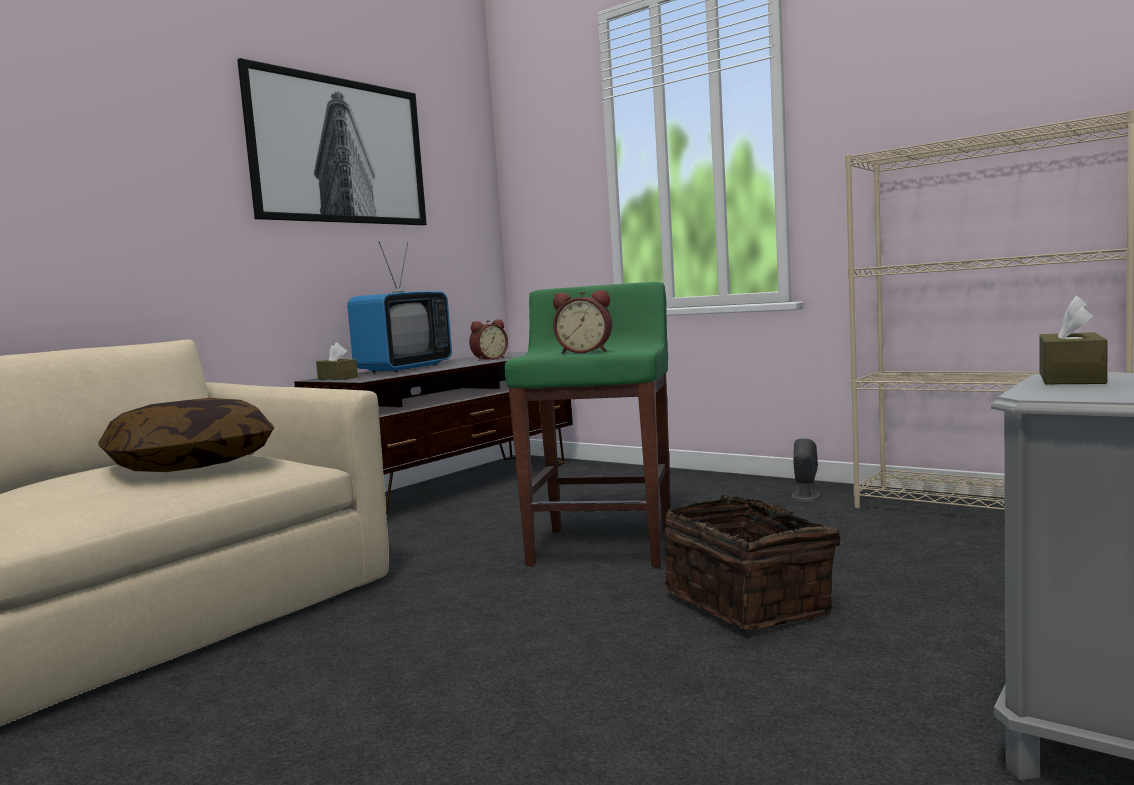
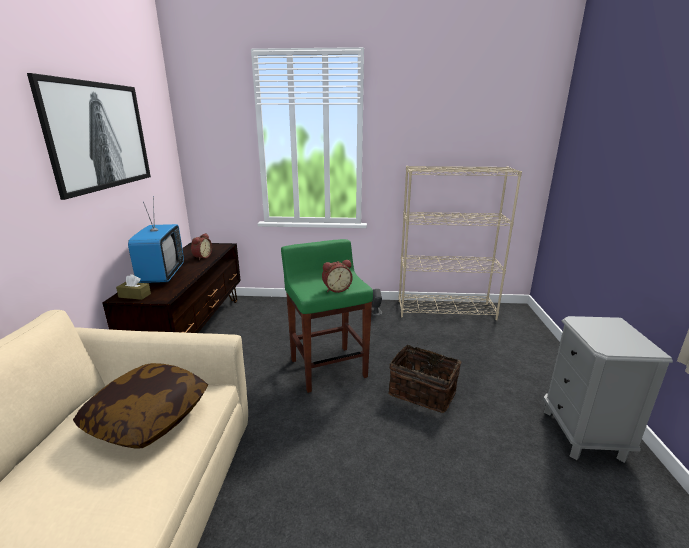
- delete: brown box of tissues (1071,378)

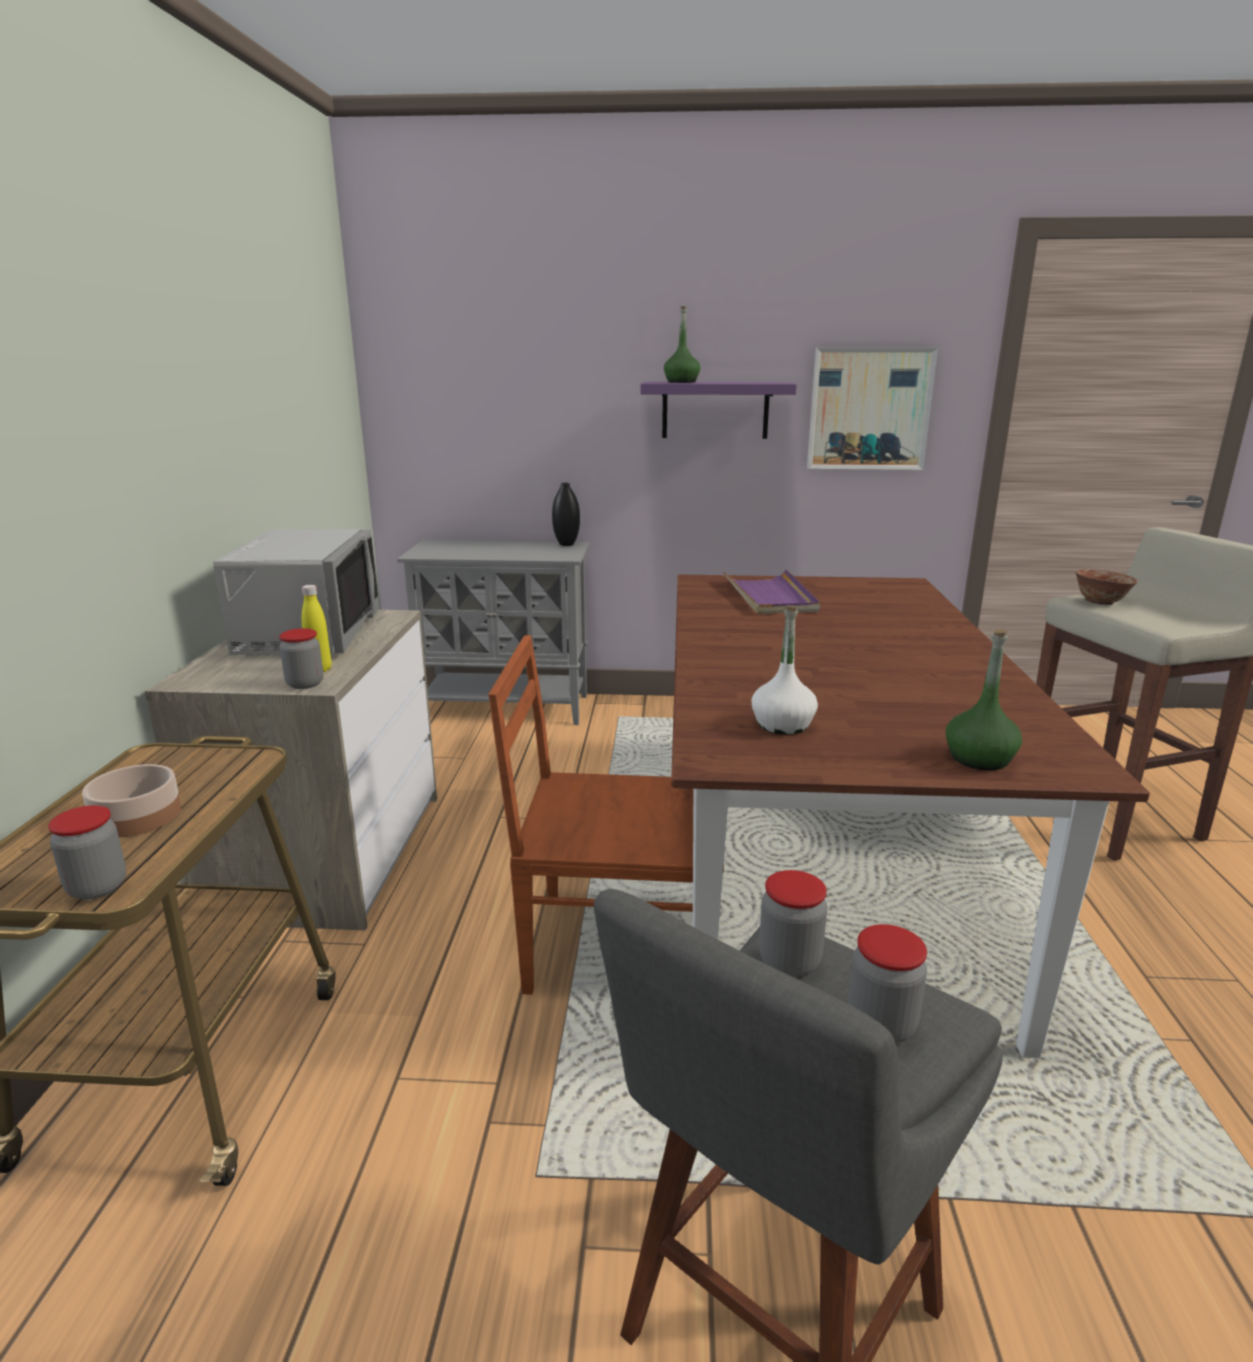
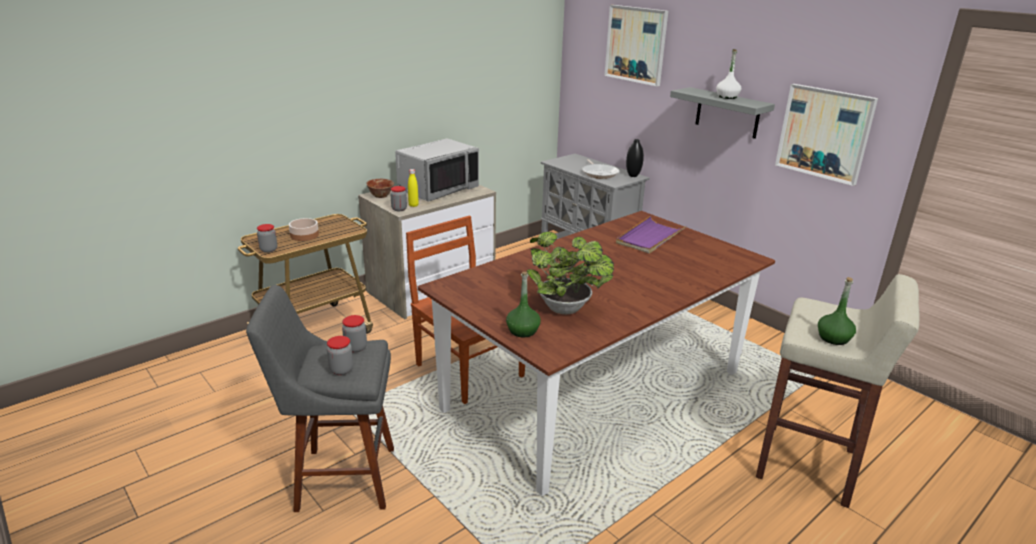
- recolor: purple bracket shelf (715,410) to grey bracket shelf (727,113)
- move: green-coloured bottle (681,382) to (833,338)
- move: whitish bottle (782,725) to (727,97)
- move: bowl (1100,602) to (381,196)
- insert: houseplant (567,310)
- insert: pan (599,173)
- insert: wall art (636,44)

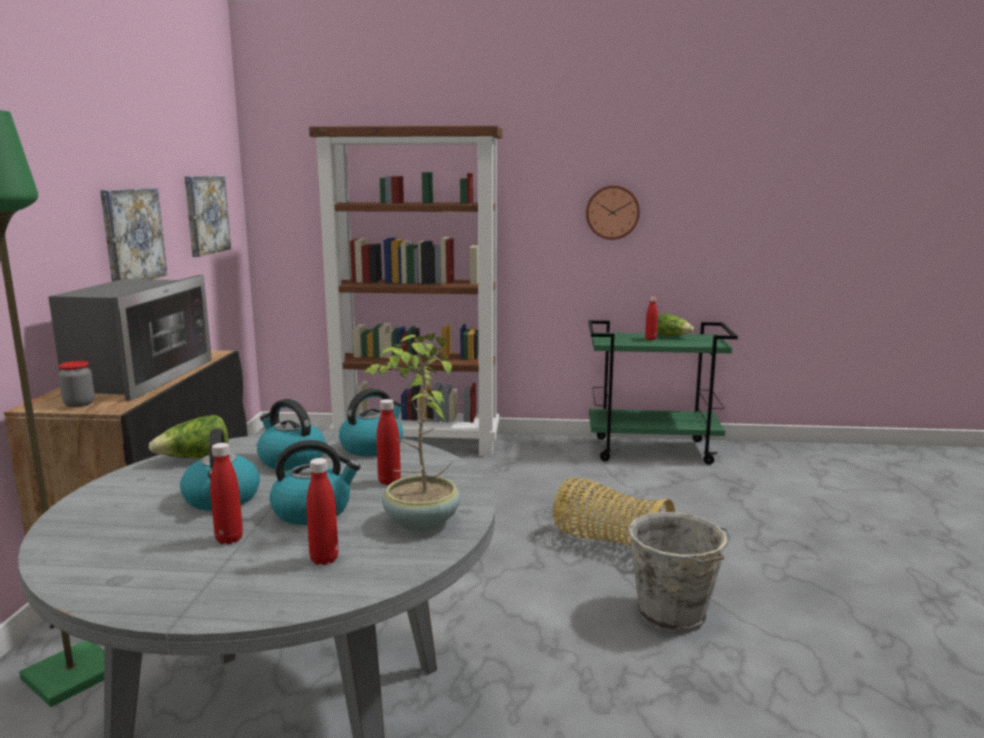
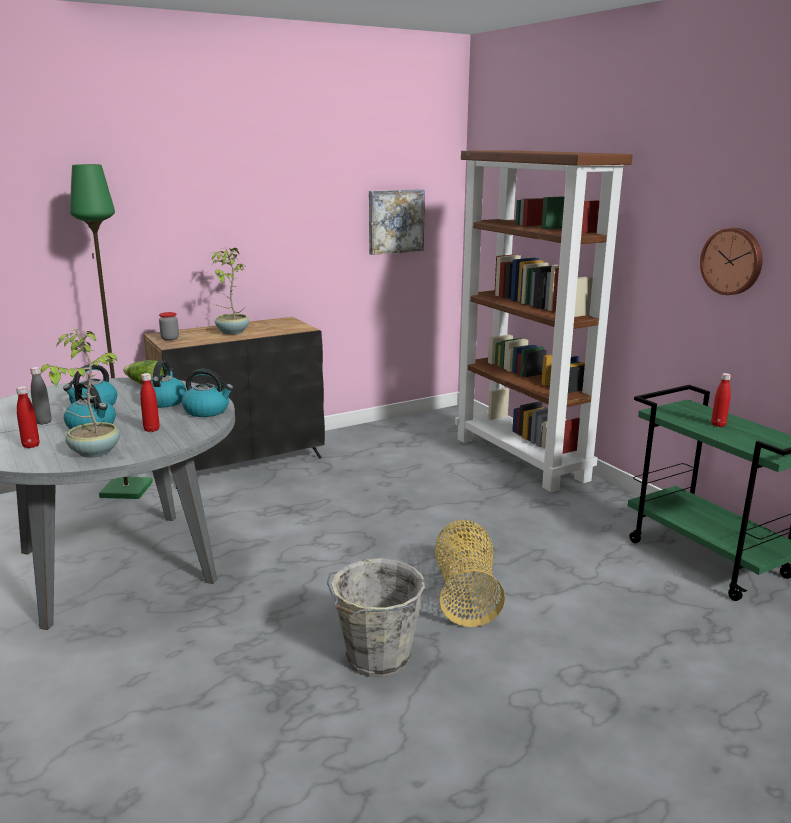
- replace: microwave oven (139,377) to houseplant (231,332)
- delete: wall art (132,235)
- recolor: red bottle (229,539) to grey bottle (43,422)
- delete: head of lettuce (672,336)

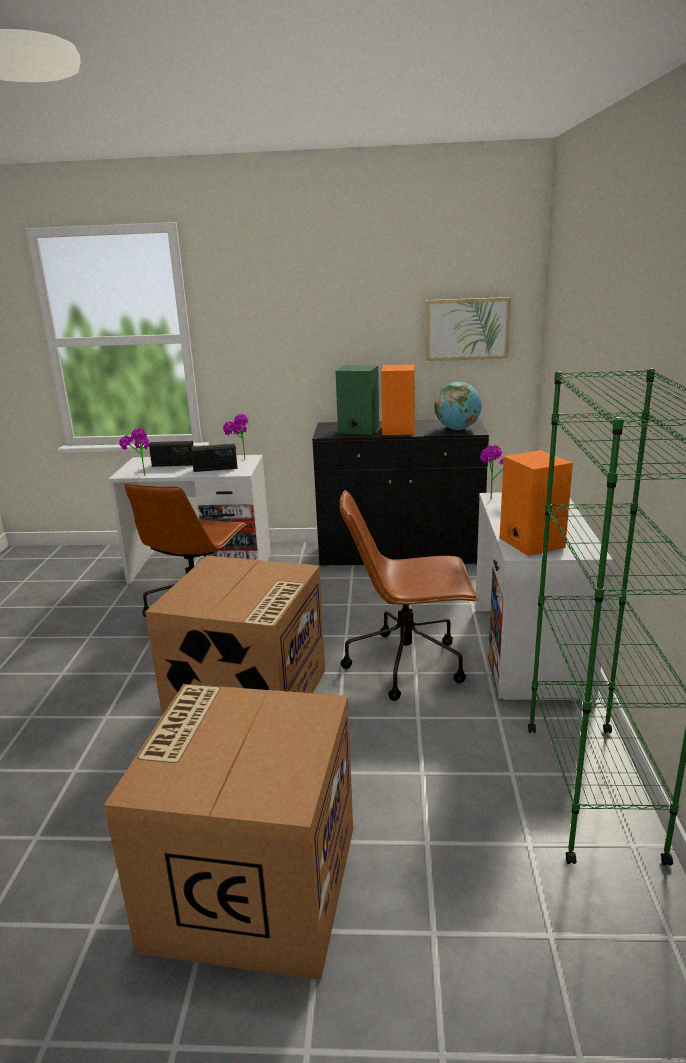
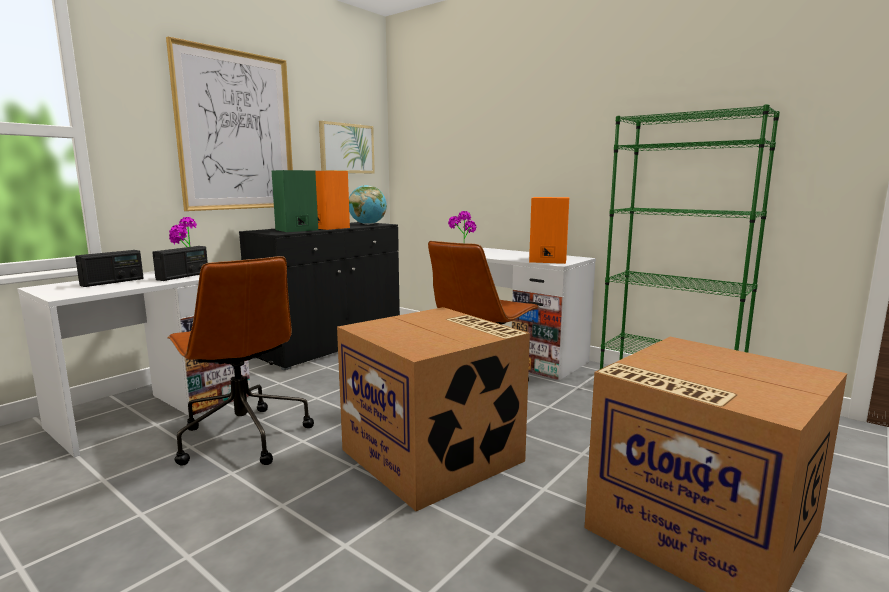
- delete: houseplant (140,475)
- insert: wall art (236,131)

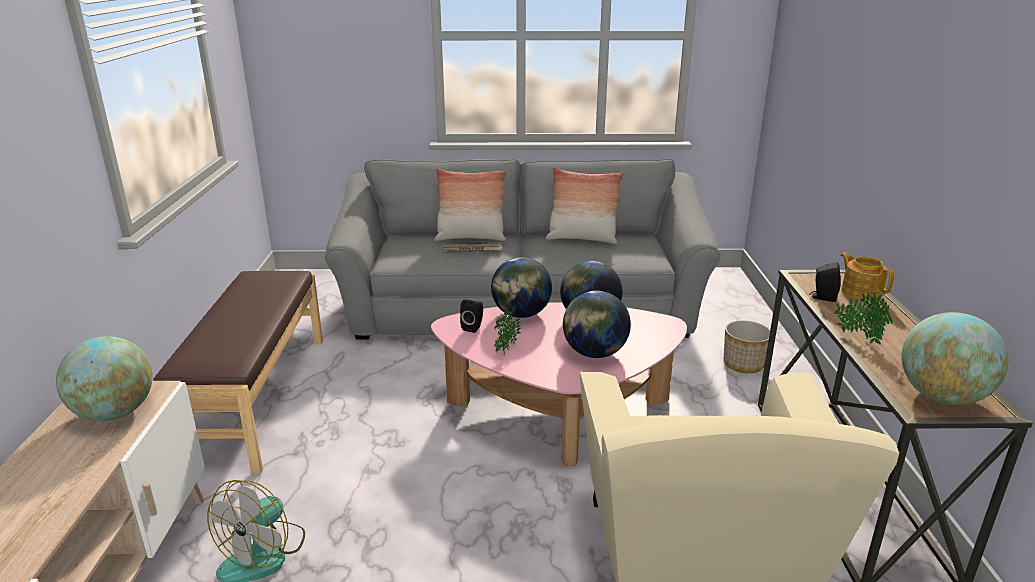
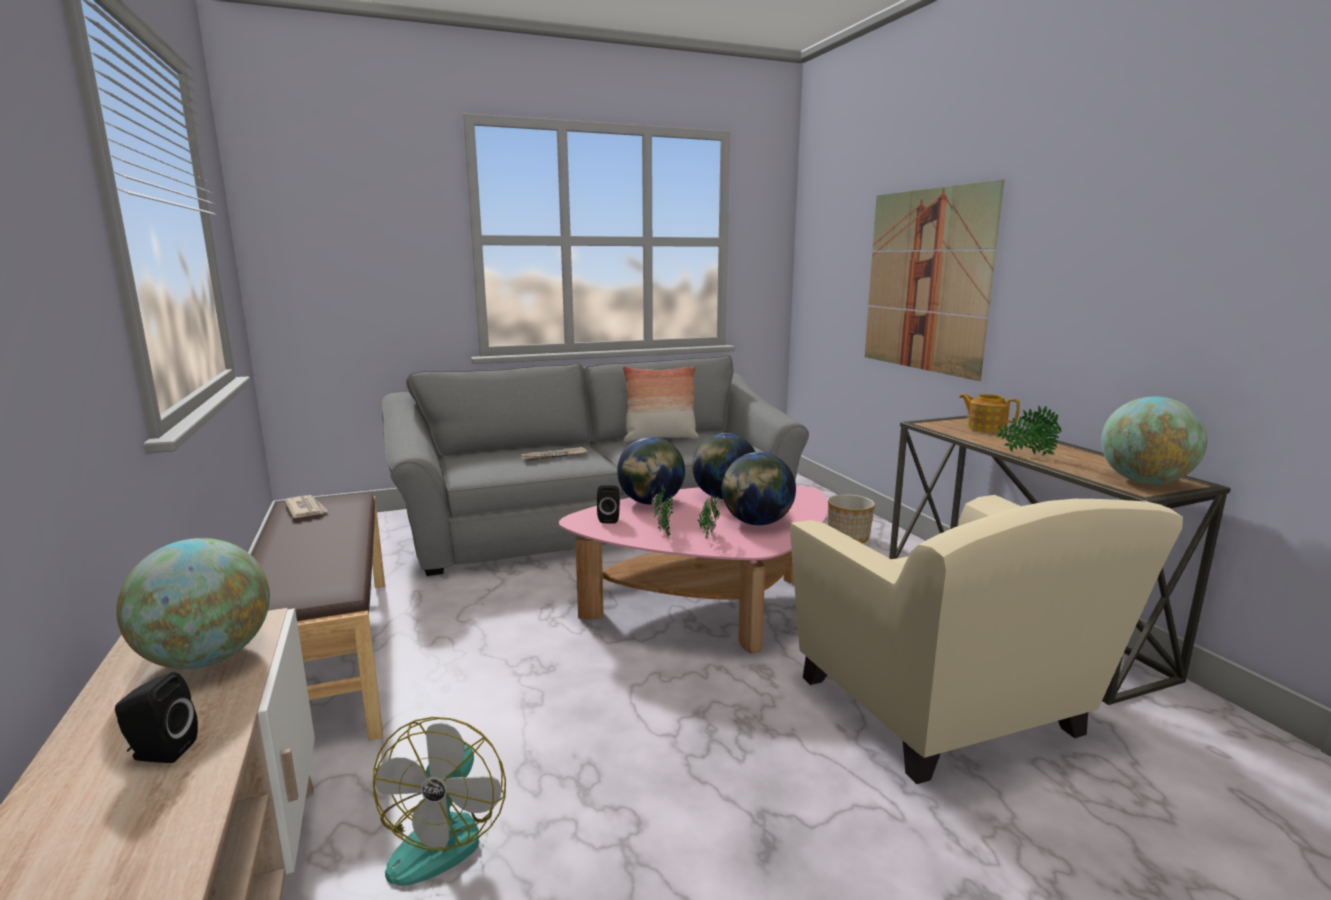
- delete: cushion (470,238)
- move: blackish speaker (822,297) to (159,752)
- insert: daily paper (306,509)
- insert: houseplant (707,535)
- insert: wall art (925,280)

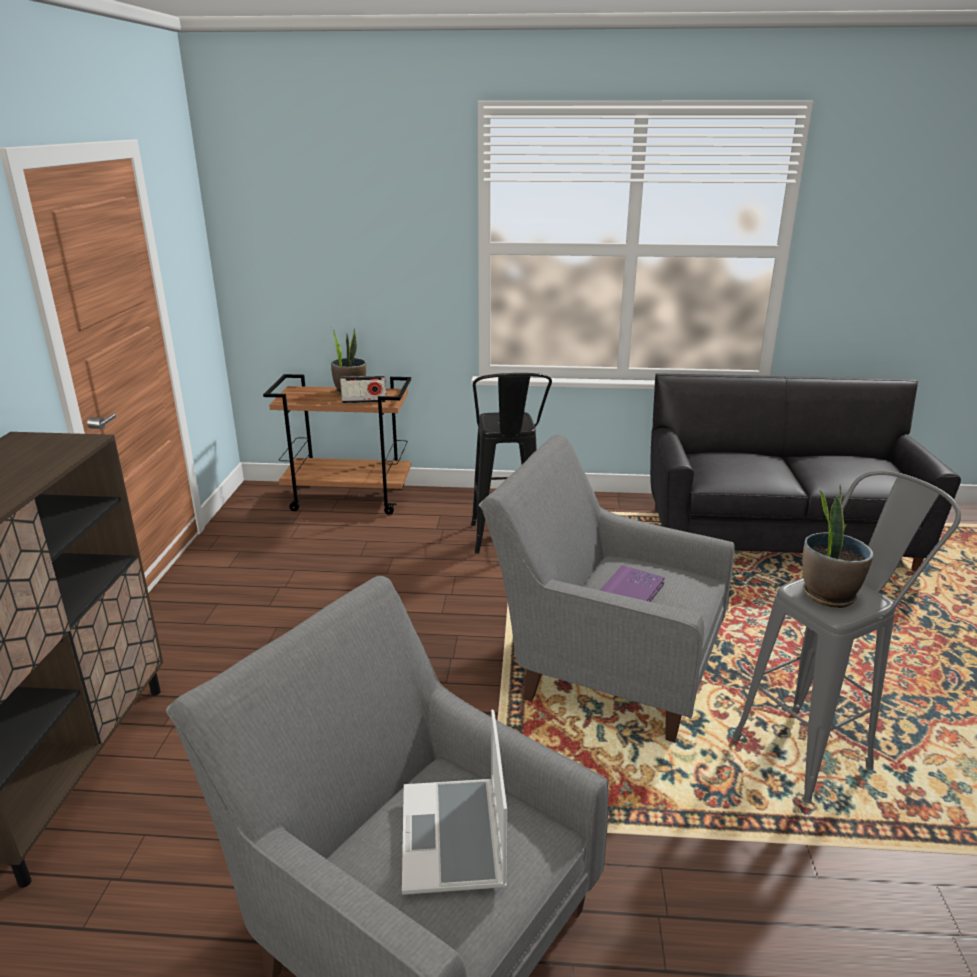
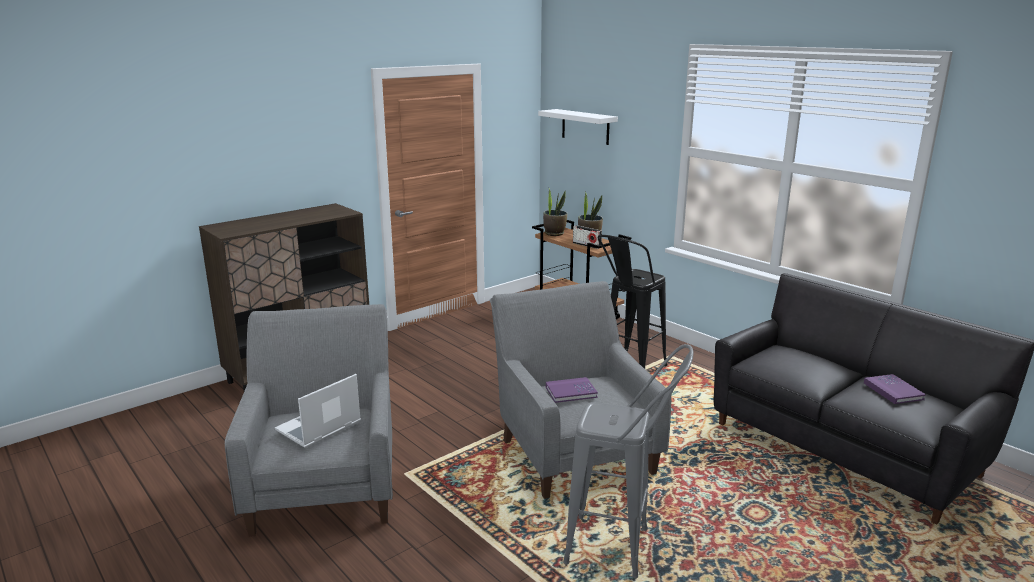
- move: houseplant (827,594) to (554,233)
- insert: whitish bracket shelf (585,126)
- insert: purple bound book (893,391)

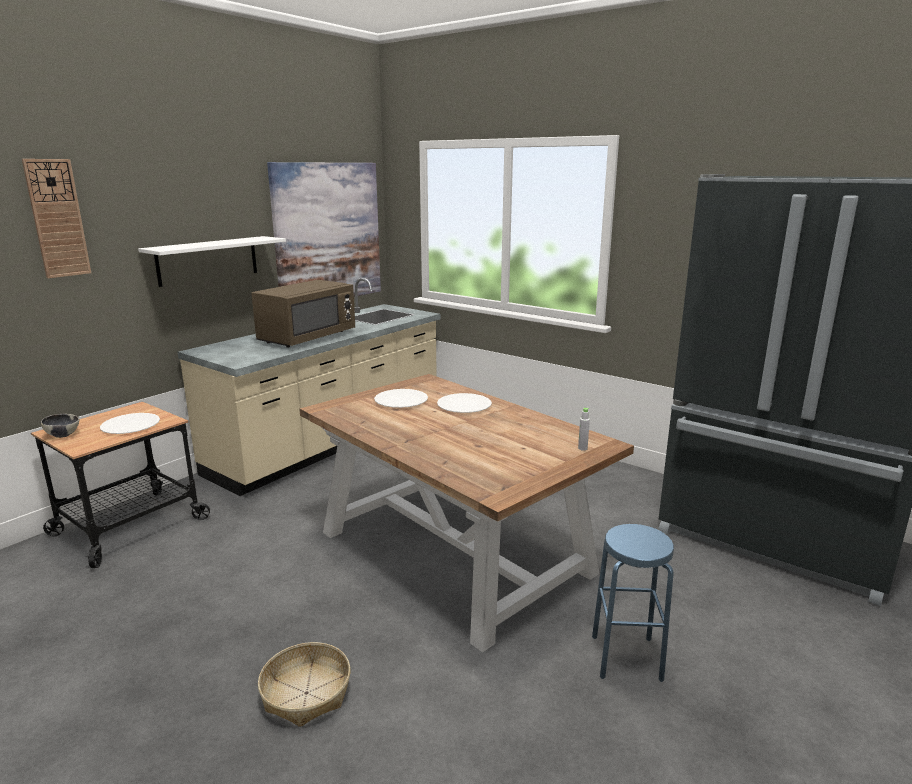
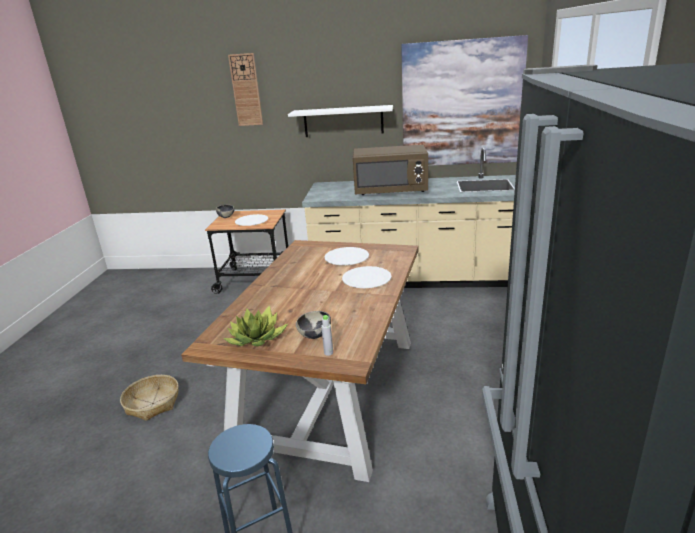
- insert: houseplant (257,338)
- insert: bowl (315,335)

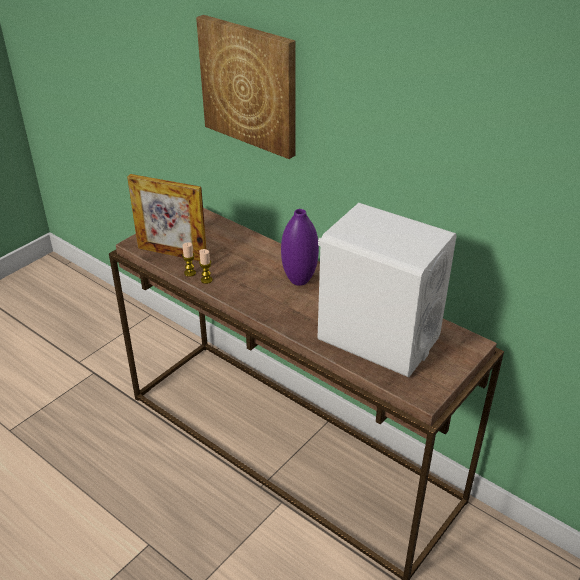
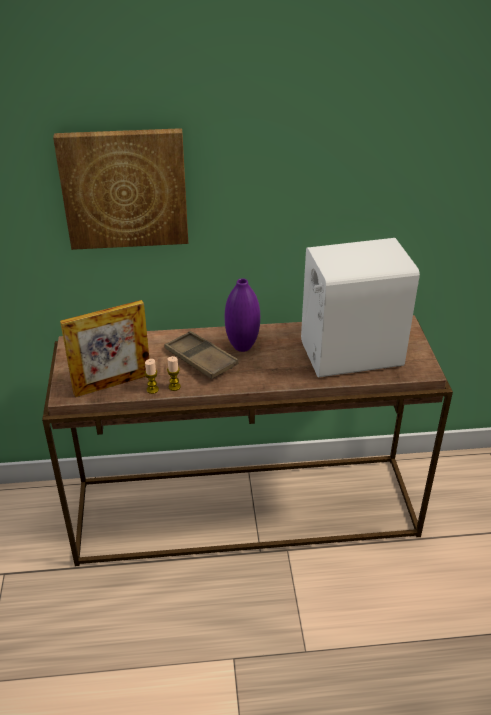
- insert: brown carrying tray (200,359)

